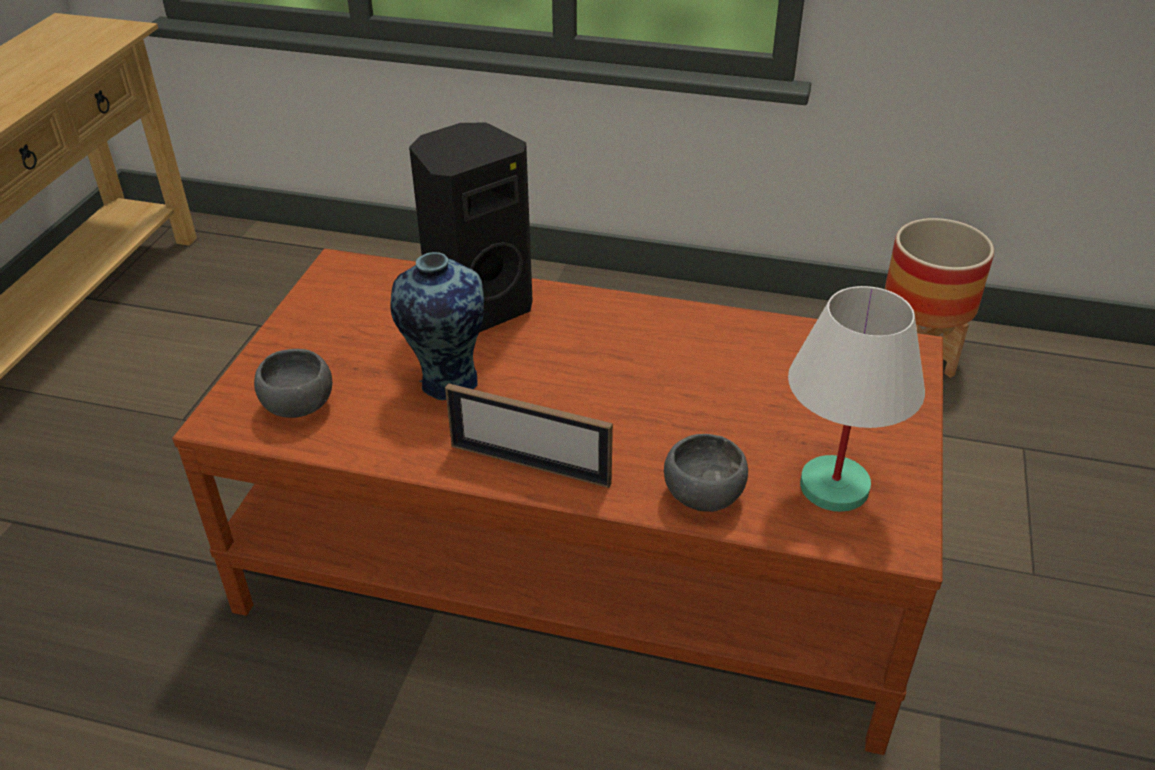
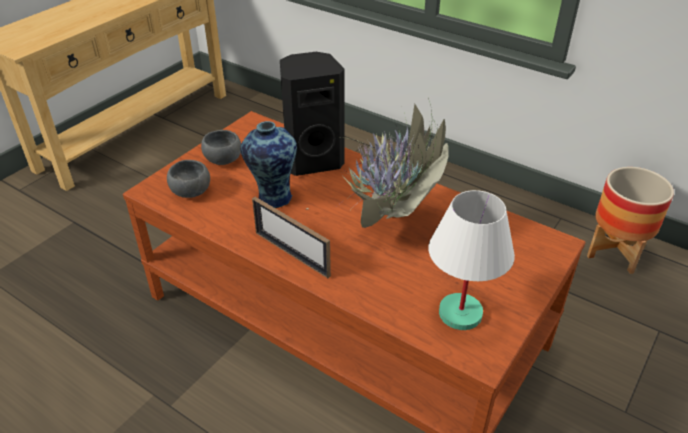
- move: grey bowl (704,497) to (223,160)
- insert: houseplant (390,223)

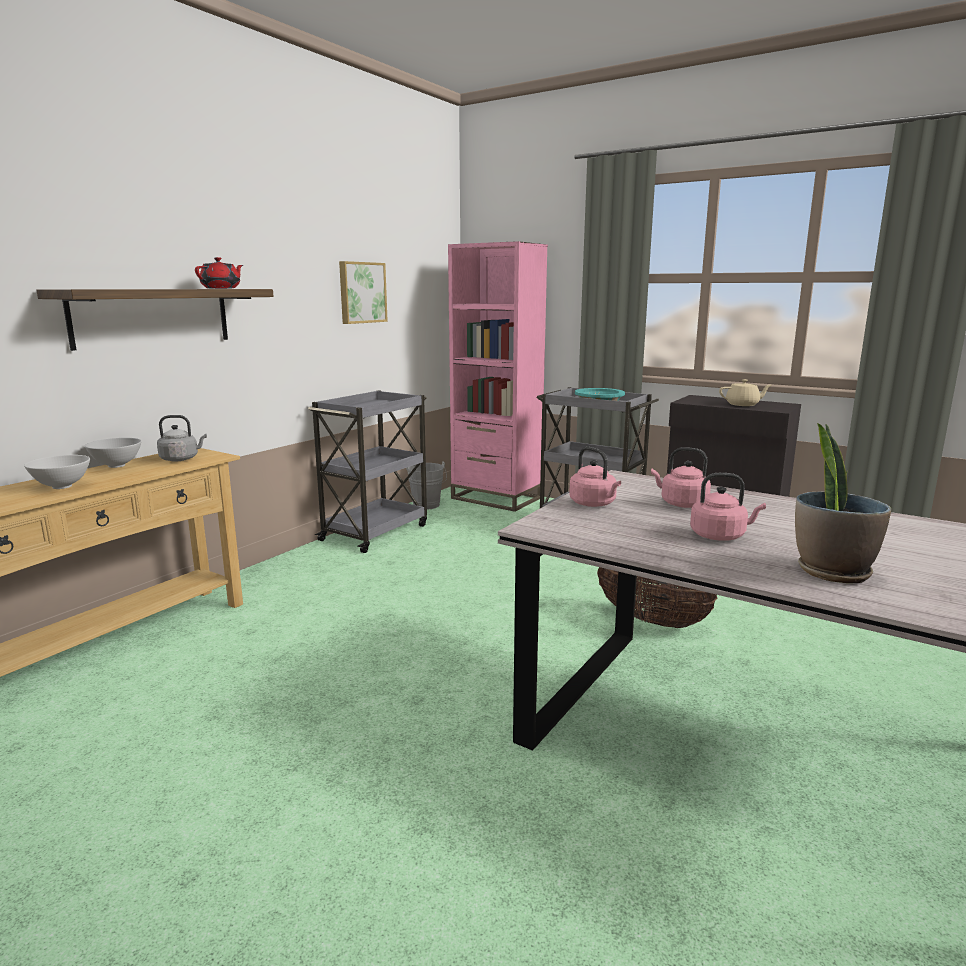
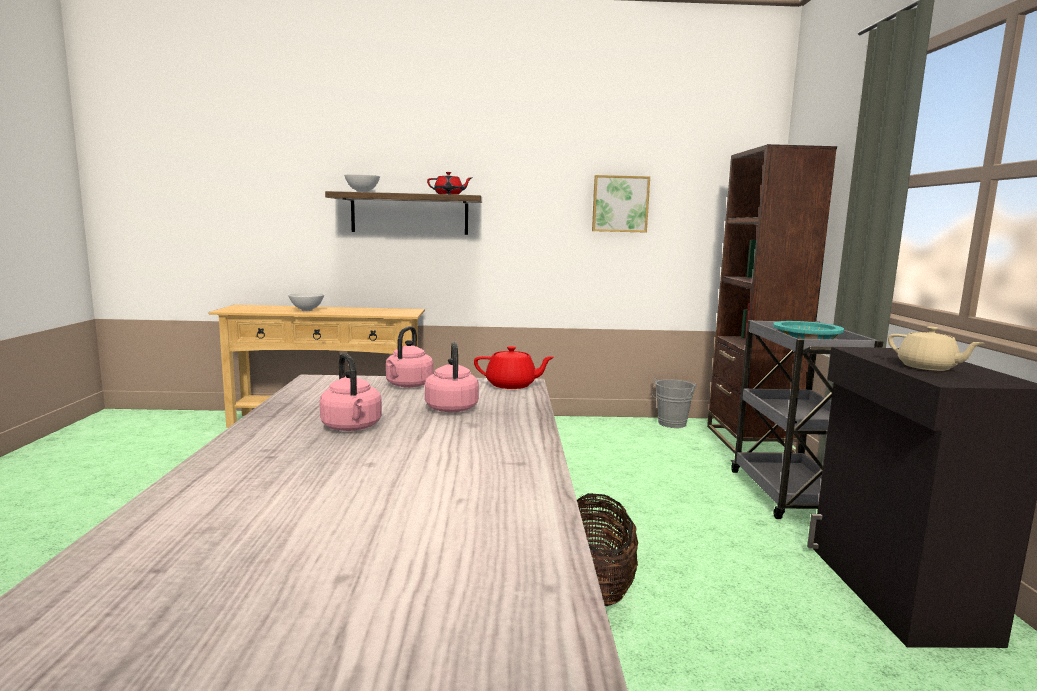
- move: whitish bowl (117,466) to (362,192)
- delete: grey water kettle (181,459)
- delete: grey wheeled cart (376,532)
- recolor: pink-coloured shelving unit (496,498) to brown shelving unit (750,441)
- delete: houseplant (831,571)
- insert: red teapot (512,385)

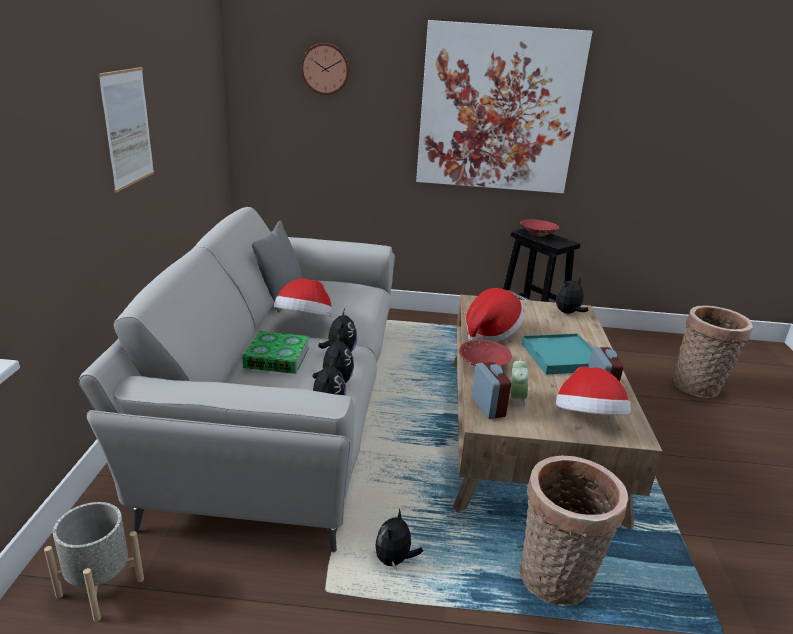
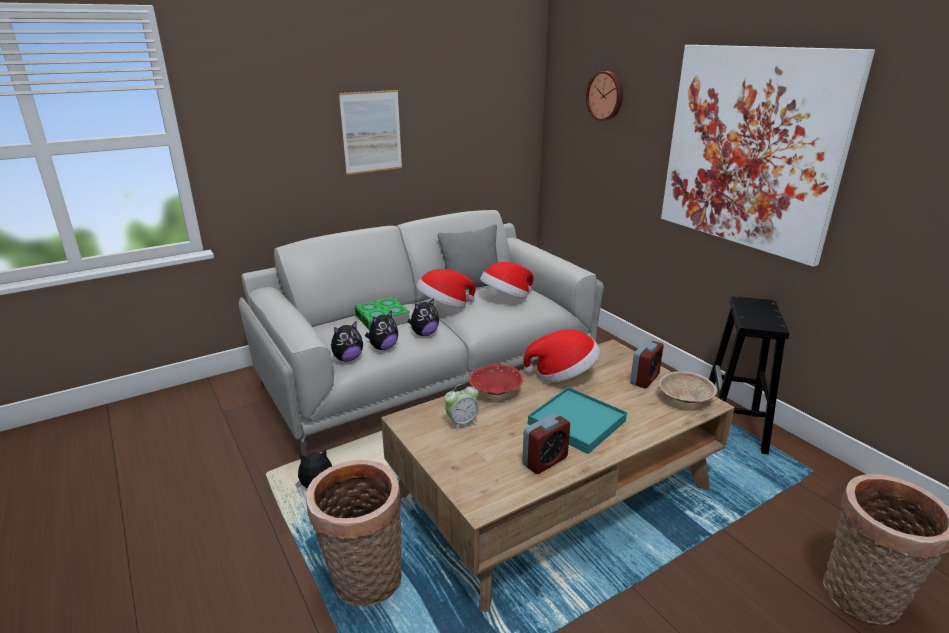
- delete: grey flower pot (100,588)
- move: bedside clock (488,407) to (644,379)
- delete: red bowl (538,235)
- replace: soft toy (568,313) to sand-coloured bowl (684,399)
- move: hat (587,420) to (506,298)

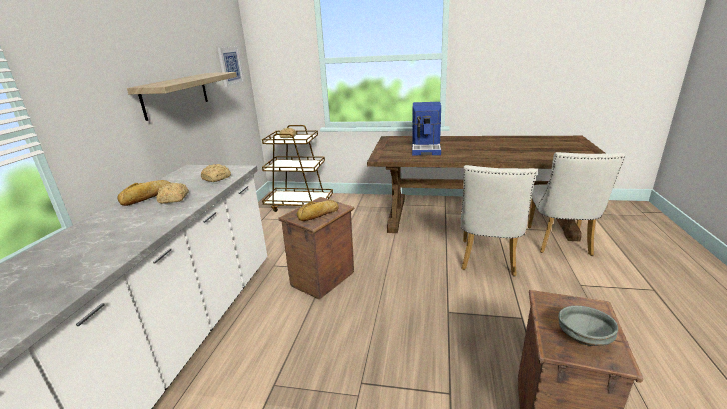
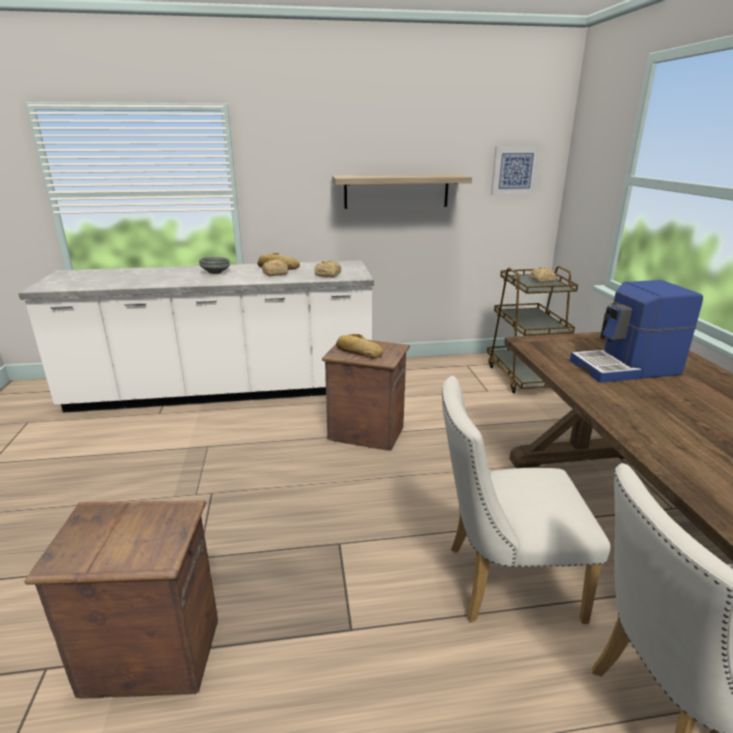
- move: grey bowl (583,338) to (216,272)

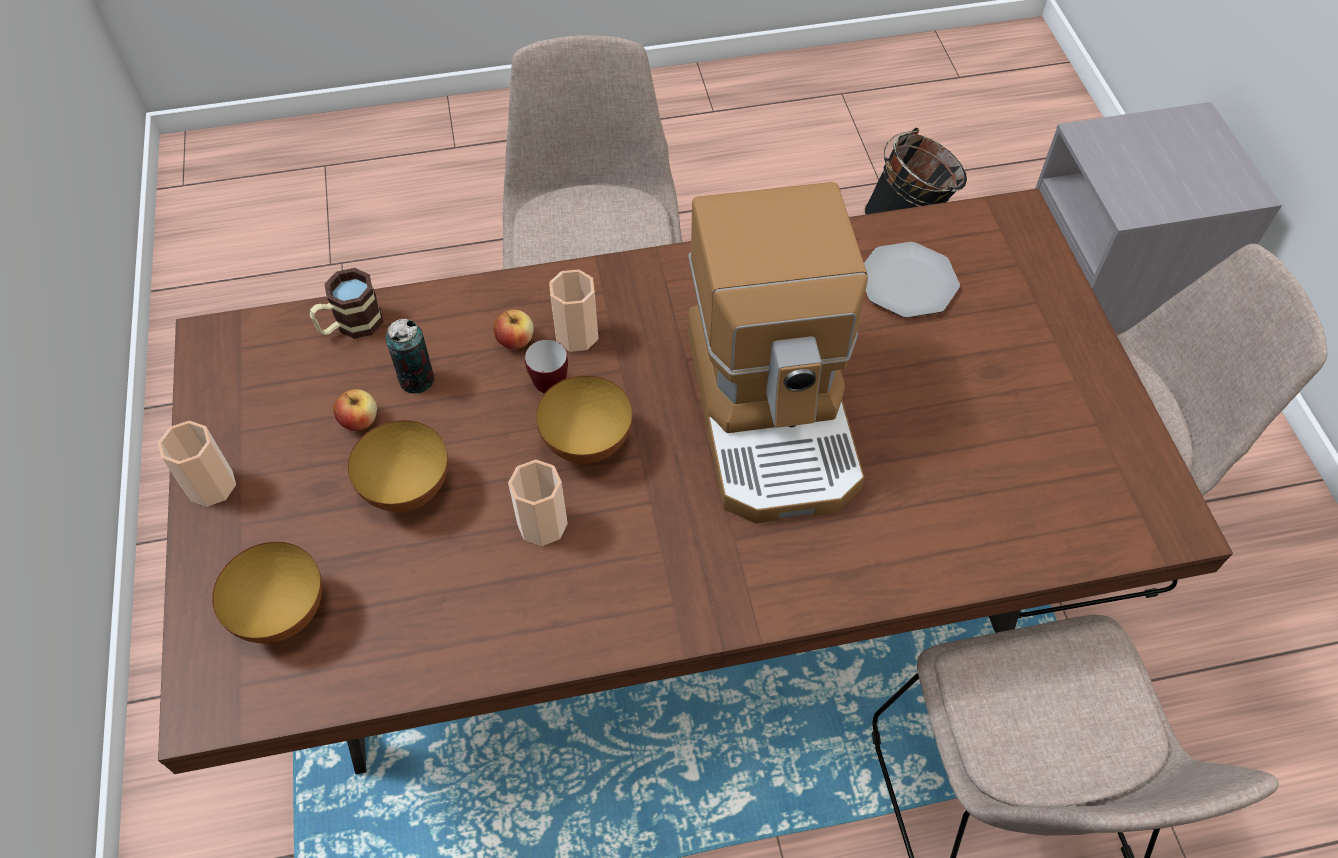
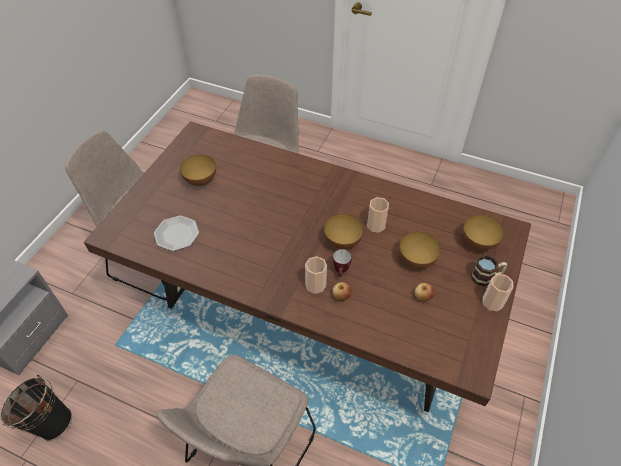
- move: mug (351,325) to (486,277)
- delete: can (417,380)
- delete: coffee brewer (775,414)
- insert: bowl (201,181)

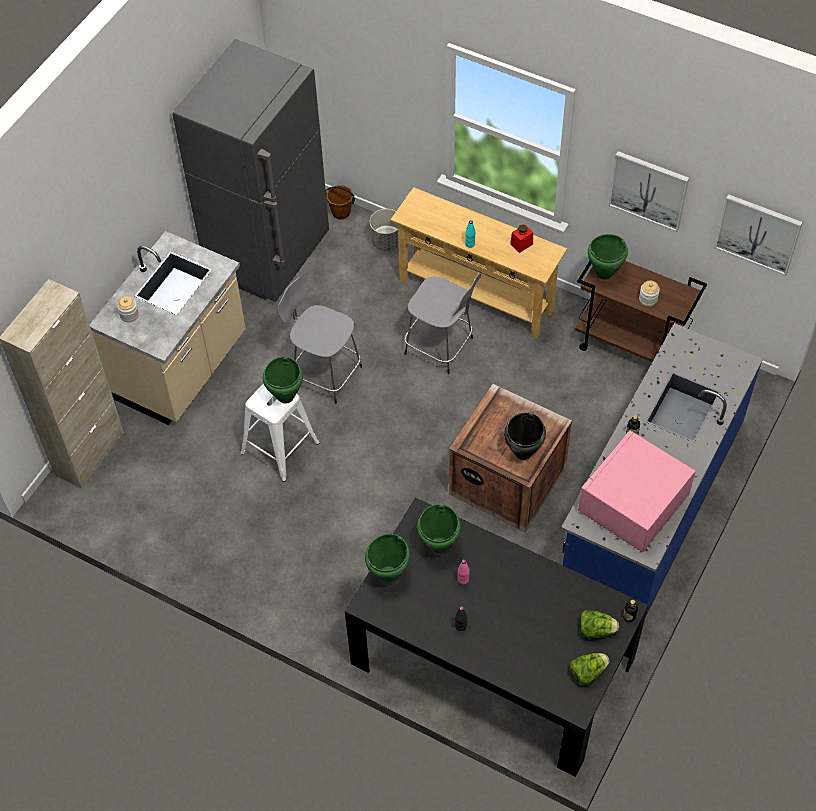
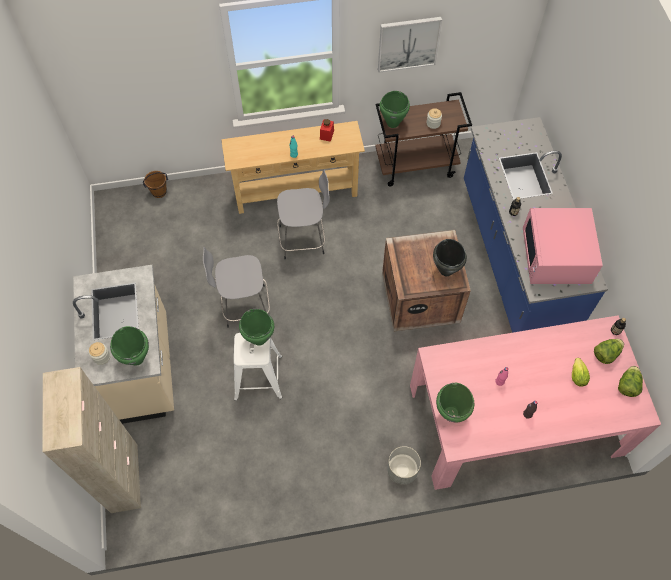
- delete: grey refrigerator (269,256)
- recolor: blackish dinner table (493,661) to pink-coloured dinner table (515,419)
- move: grey flower pot (387,241) to (402,470)
- move: green-coloured saucepot (439,545) to (137,358)
- delete: wall art (758,233)
- insert: head of lettuce (577,375)

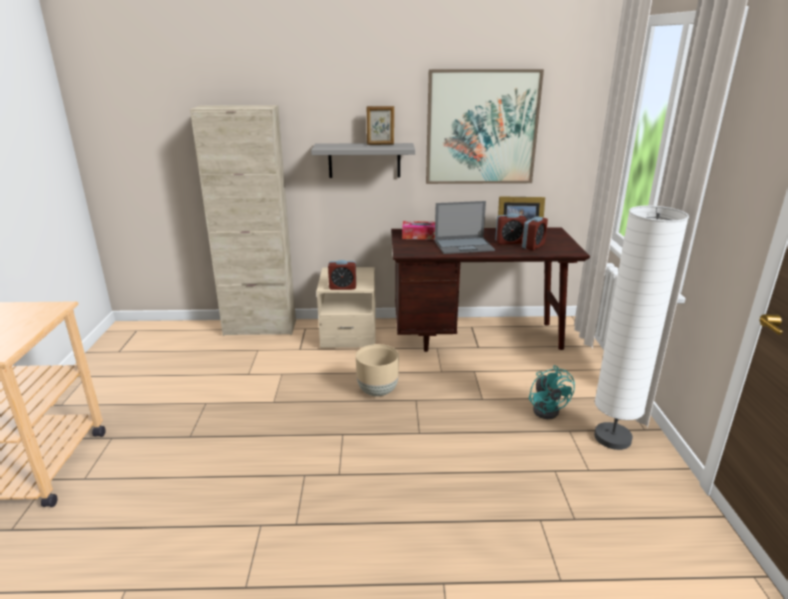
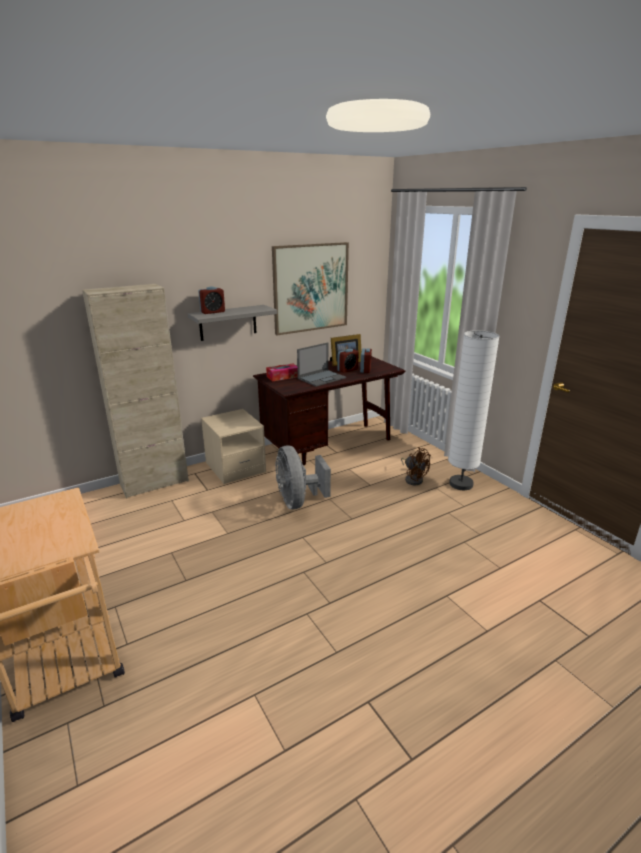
- move: bedside clock (342,287) to (212,312)
- replace: sand-coloured flower pot (378,391) to grey electric fan (298,501)
- delete: photo frame (380,144)
- recolor: blue-green electric fan (548,409) to brown electric fan (413,479)

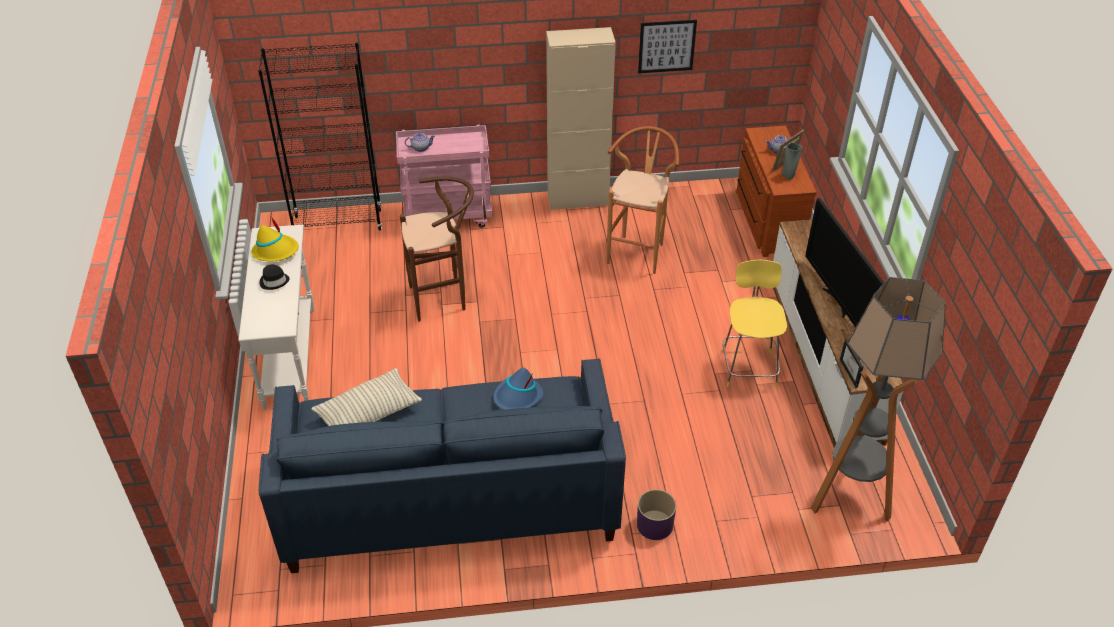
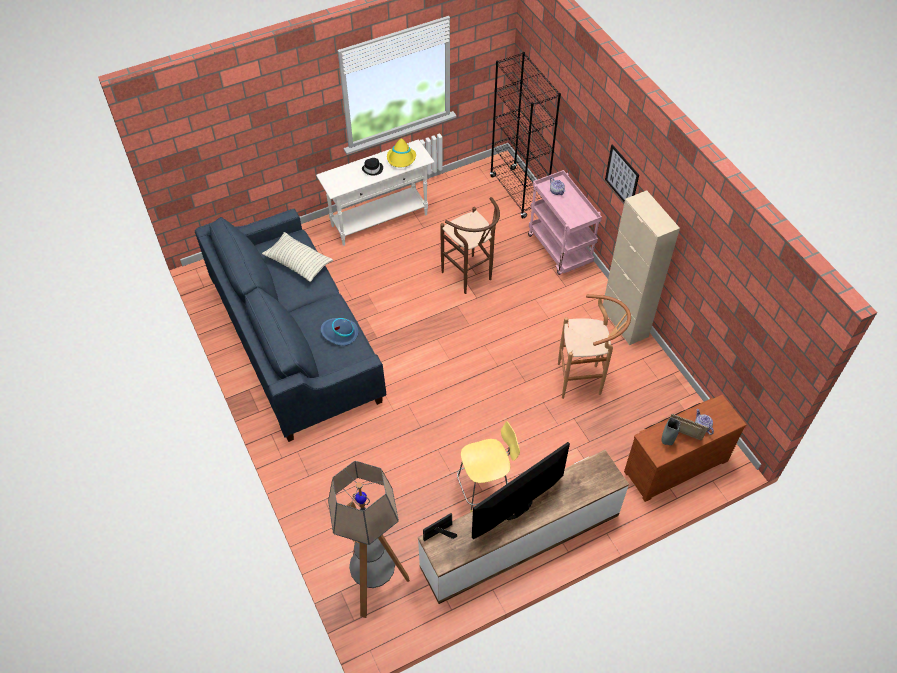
- delete: purple flower pot (654,525)
- move: wall art (666,46) to (622,177)

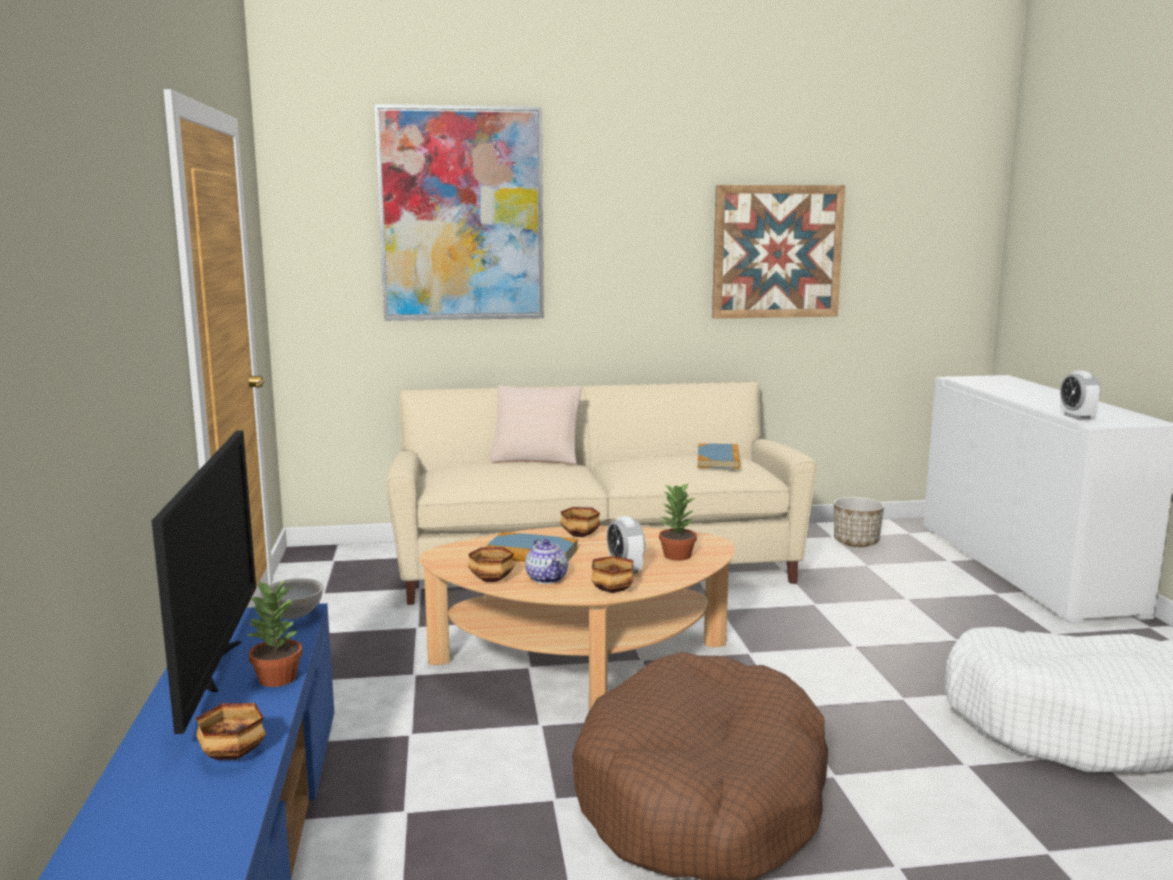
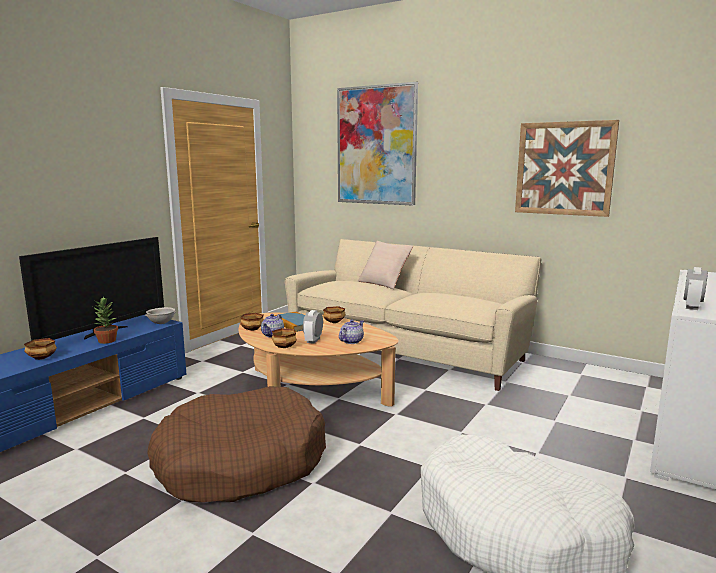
- replace: houseplant (676,556) to teapot (351,341)
- delete: bound book (718,460)
- delete: flower pot (856,542)

